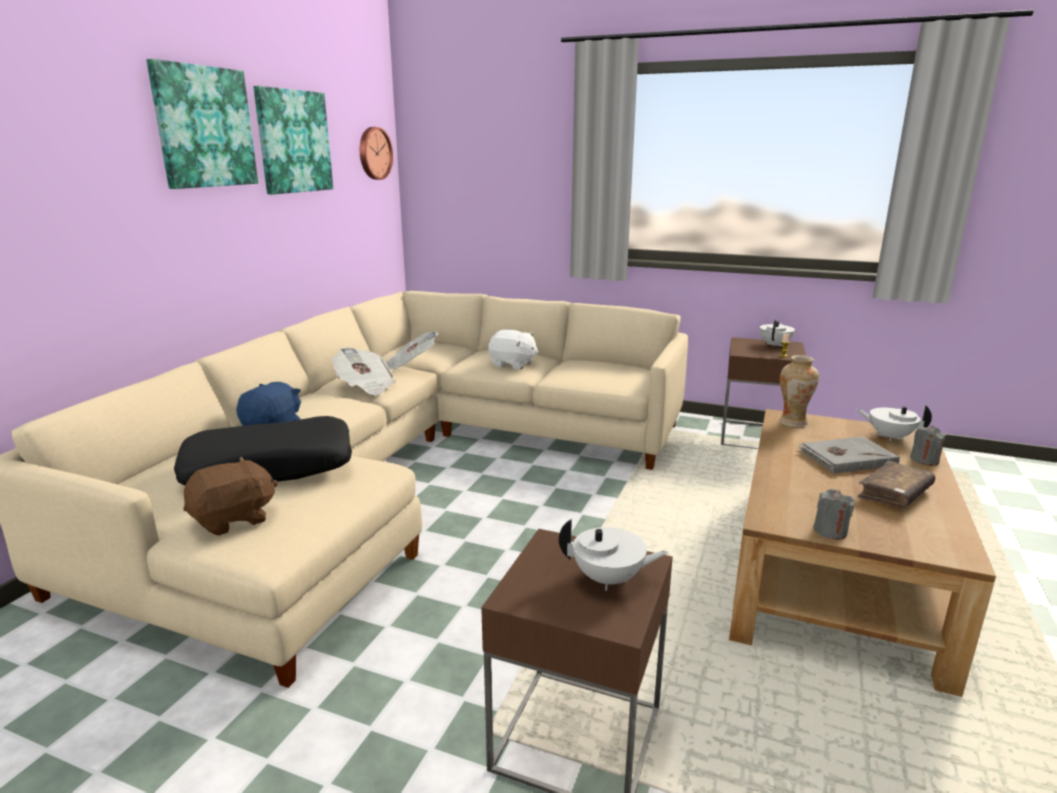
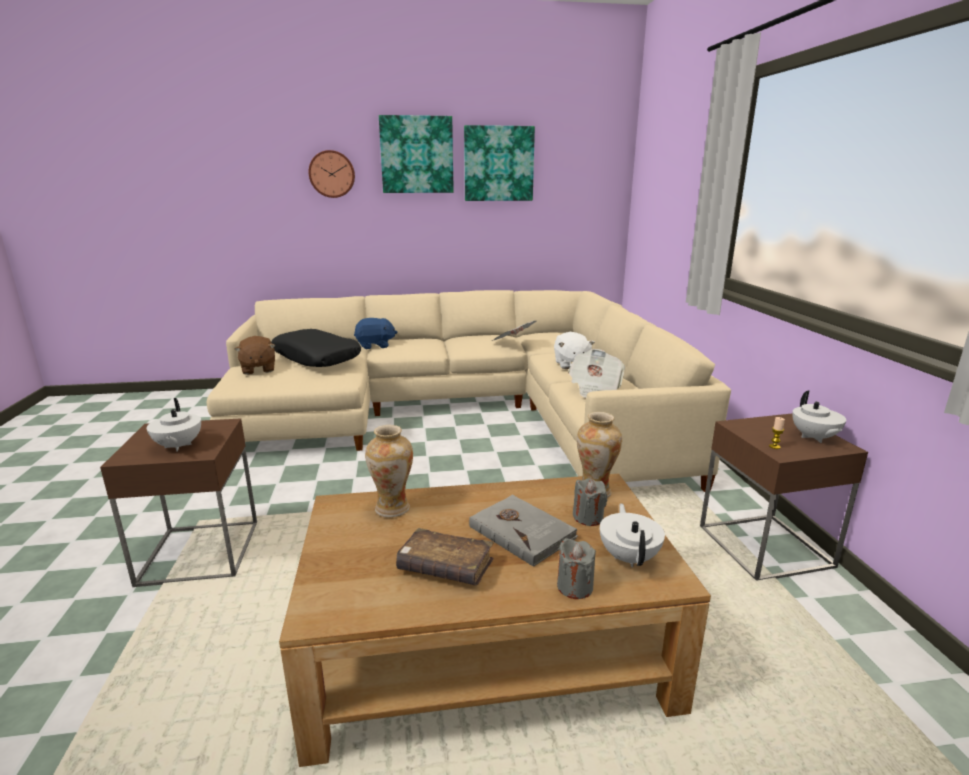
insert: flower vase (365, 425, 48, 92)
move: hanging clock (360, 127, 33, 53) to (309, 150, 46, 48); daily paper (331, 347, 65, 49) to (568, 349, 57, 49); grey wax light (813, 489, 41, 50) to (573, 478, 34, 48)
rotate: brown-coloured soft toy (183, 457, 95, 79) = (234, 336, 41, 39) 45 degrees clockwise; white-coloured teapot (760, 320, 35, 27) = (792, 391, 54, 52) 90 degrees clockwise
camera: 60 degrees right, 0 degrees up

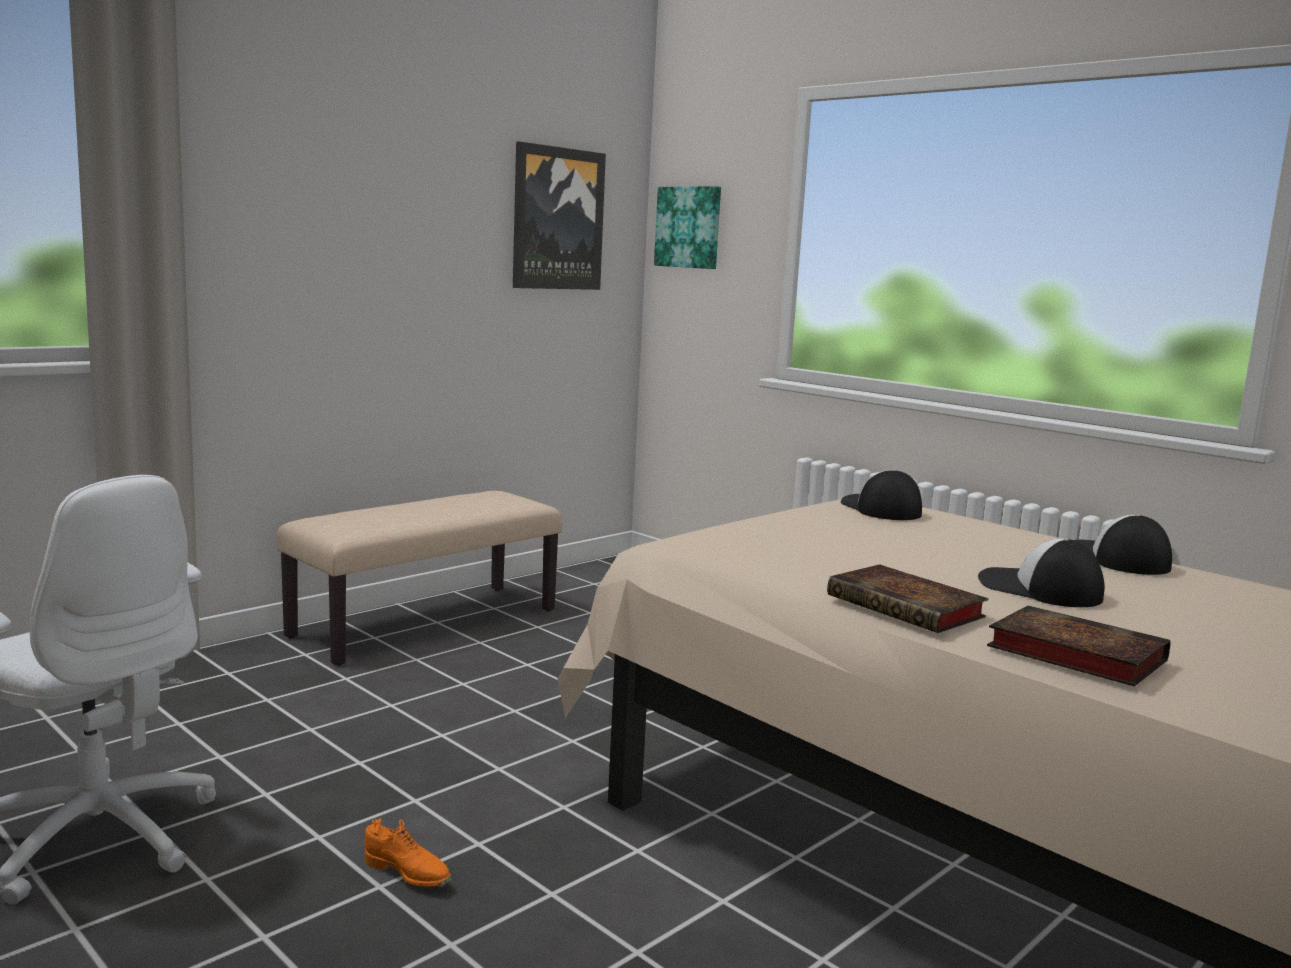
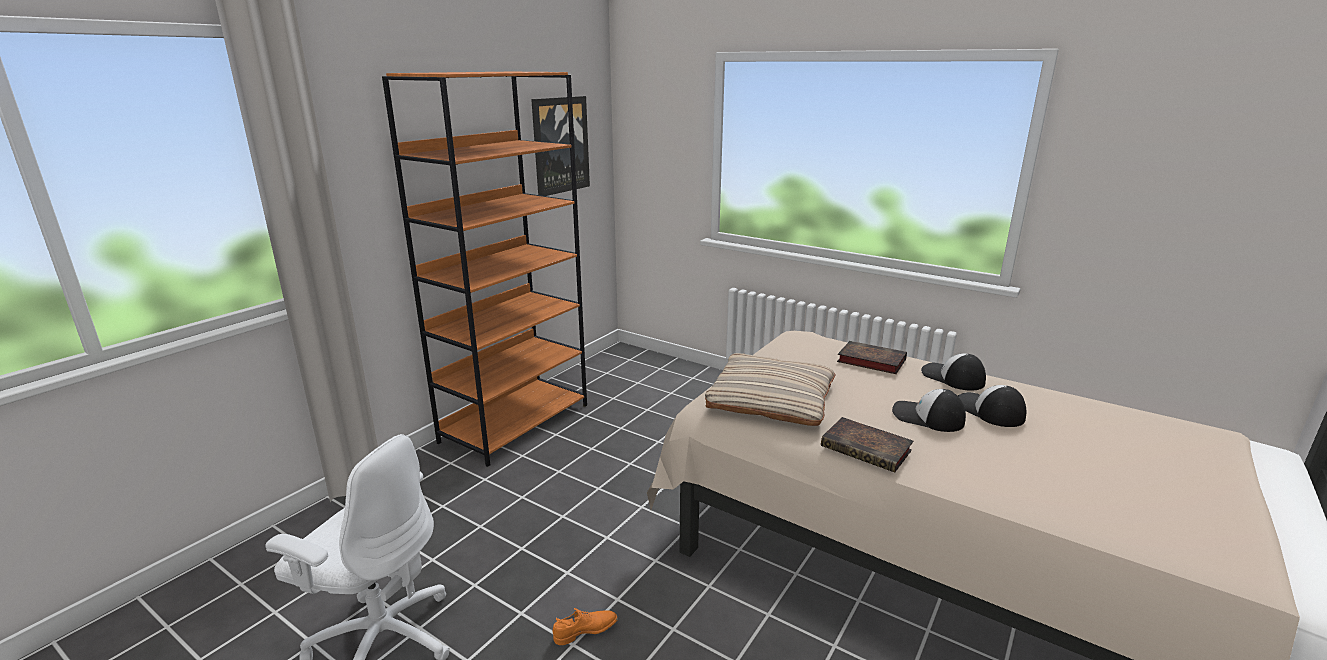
delete: picture (654, 186, 67, 83)
insert: sand-coloured pillow (705, 353, 131, 73)
move: bound book (987, 605, 183, 82) to (837, 341, 70, 33); peaked cap (841, 469, 81, 51) to (958, 385, 68, 42)
replace: sand-coloured bench (277, 491, 285, 175) to orange-coloured bookcase (382, 72, 205, 395)
rotate: orange-coloured item of footwear (365, 818, 87, 69) = (553, 608, 65, 37) 45 degrees counterclockwise
camera: 10 degrees left, 10 degrees up

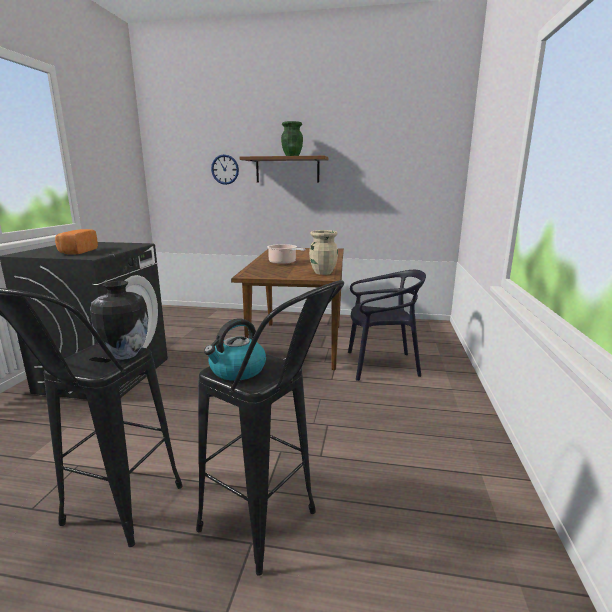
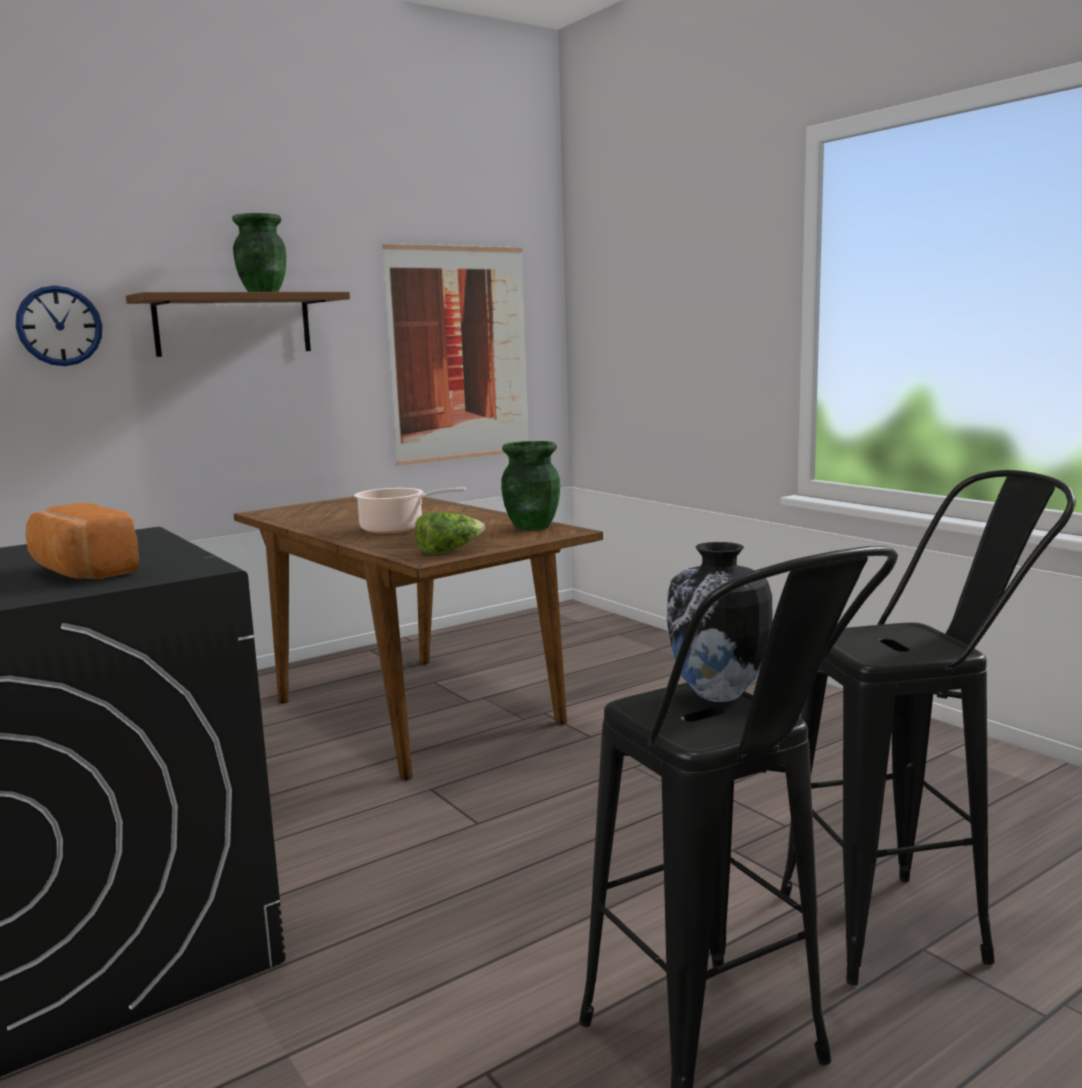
delete: kettle (204, 319, 62, 62); black-coloured plain chair (348, 270, 78, 111)
insert: picture (382, 243, 146, 223); lettuce (415, 512, 70, 43)
recolor: sand-coloured flower vase (309, 230, 29, 45) to green-coloured flower vase (501, 441, 59, 90)
camera: 45 degrees left, 5 degrees down

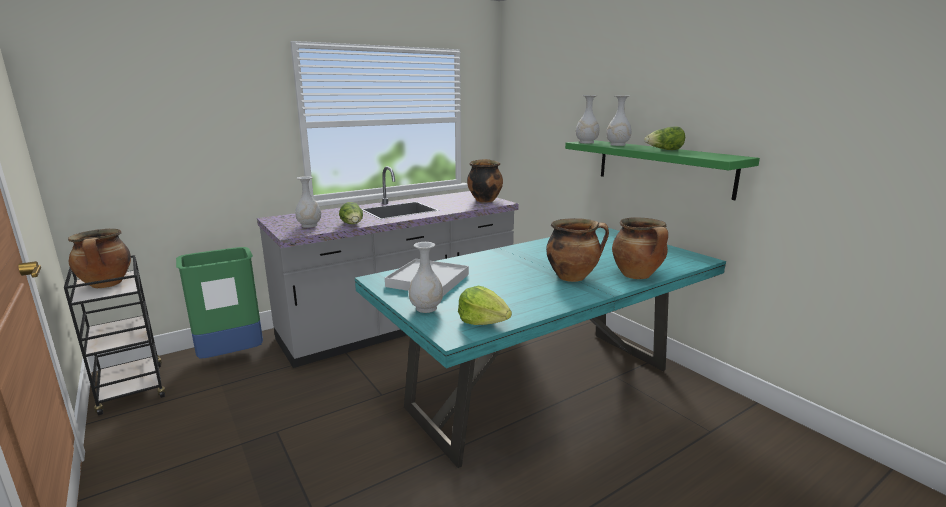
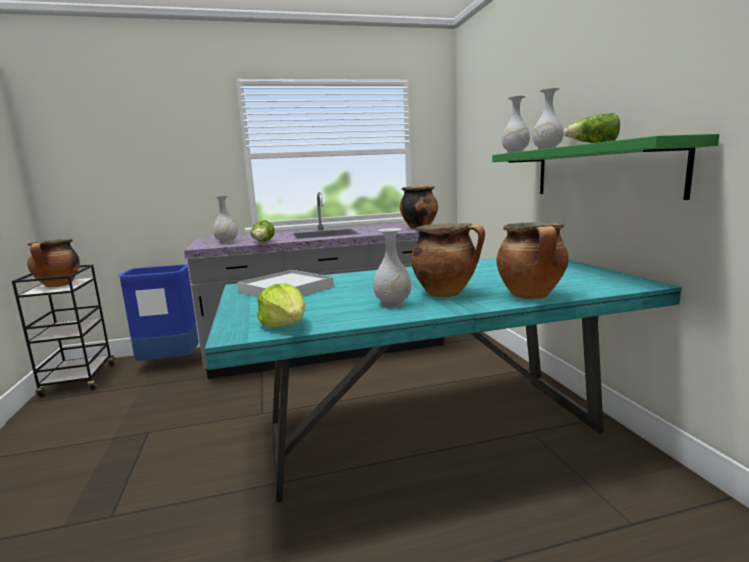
move: white-coloured flower vase (409, 242, 34, 71) to (373, 228, 38, 79)
recolor: green-coloured trash can (176, 247, 87, 112) to blue trash can (117, 265, 82, 96)
camera: 20 degrees right, 5 degrees down

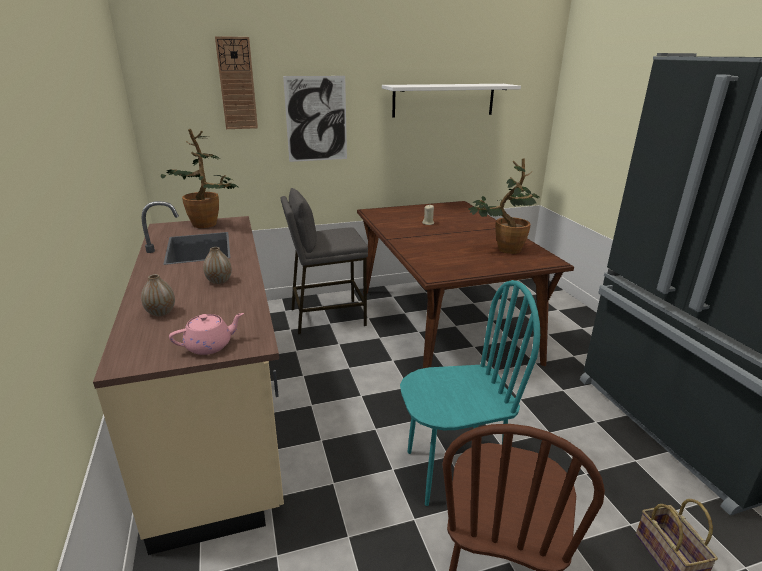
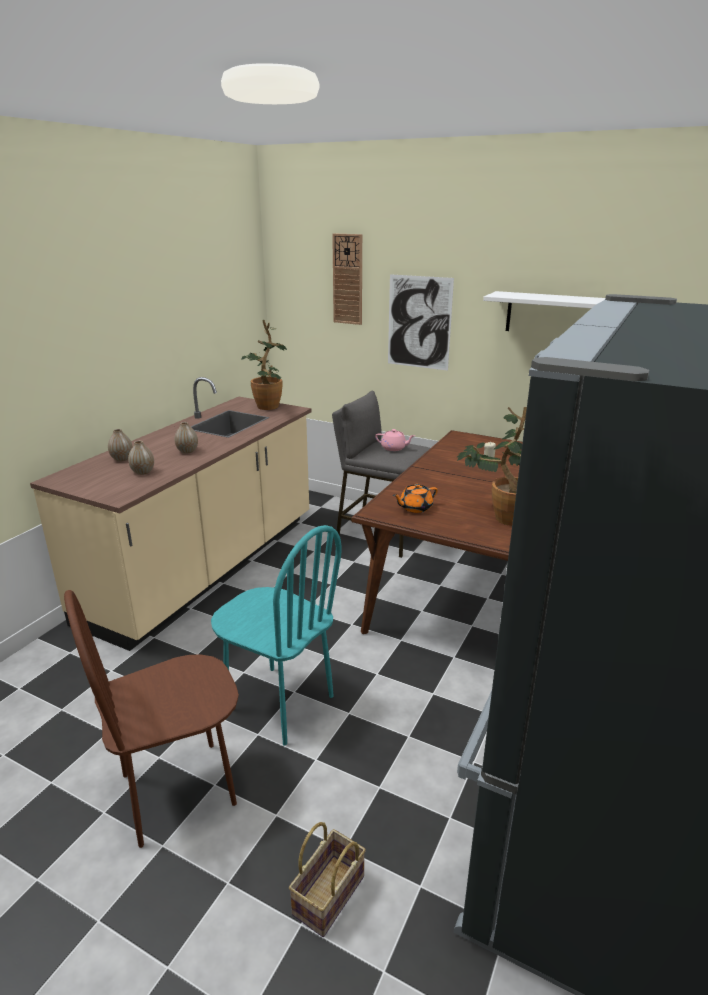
insert: flower vase (128, 441, 26, 34); orange-coloured teapot (393, 484, 45, 29)
move: pink-coloured teapot (169, 313, 75, 42) to (375, 429, 40, 22)
camera: 45 degrees right, 0 degrees up

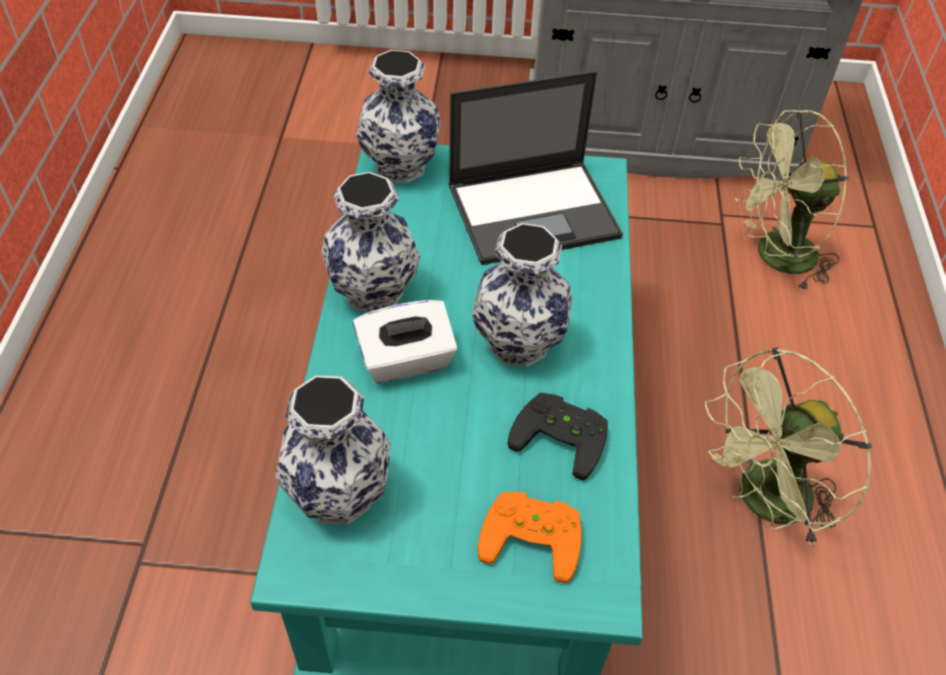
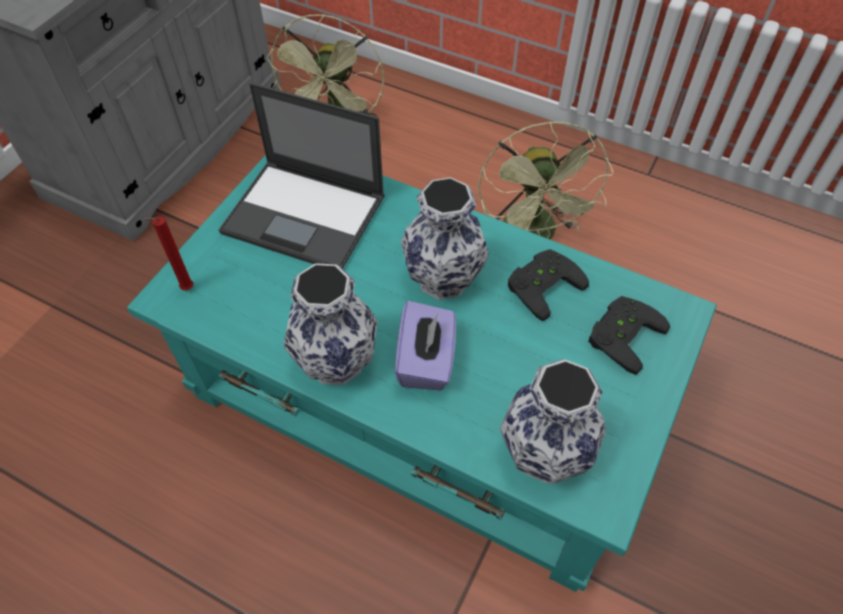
replace: flower vase (356, 50, 85, 133) to reddish wax light (143, 216, 51, 74)
recolor: white-coloured tissue holder (353, 300, 104, 83) to purple tissue holder (395, 301, 61, 90); orange-coloured gamepad (478, 492, 104, 91) to black-coloured gamepad (588, 296, 82, 79)
rotate: notebook computer (448, 71, 175, 194) = (219, 83, 166, 186) 105 degrees clockwise
camera: 65 degrees left, 5 degrees up

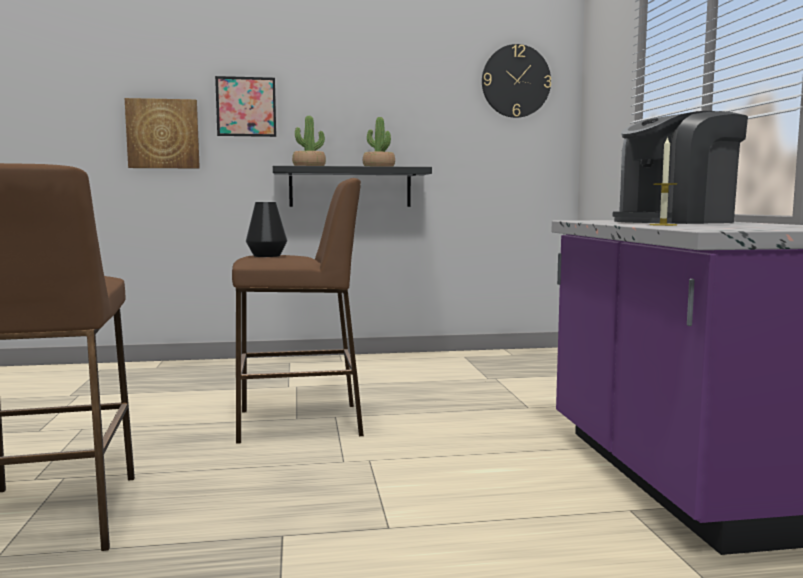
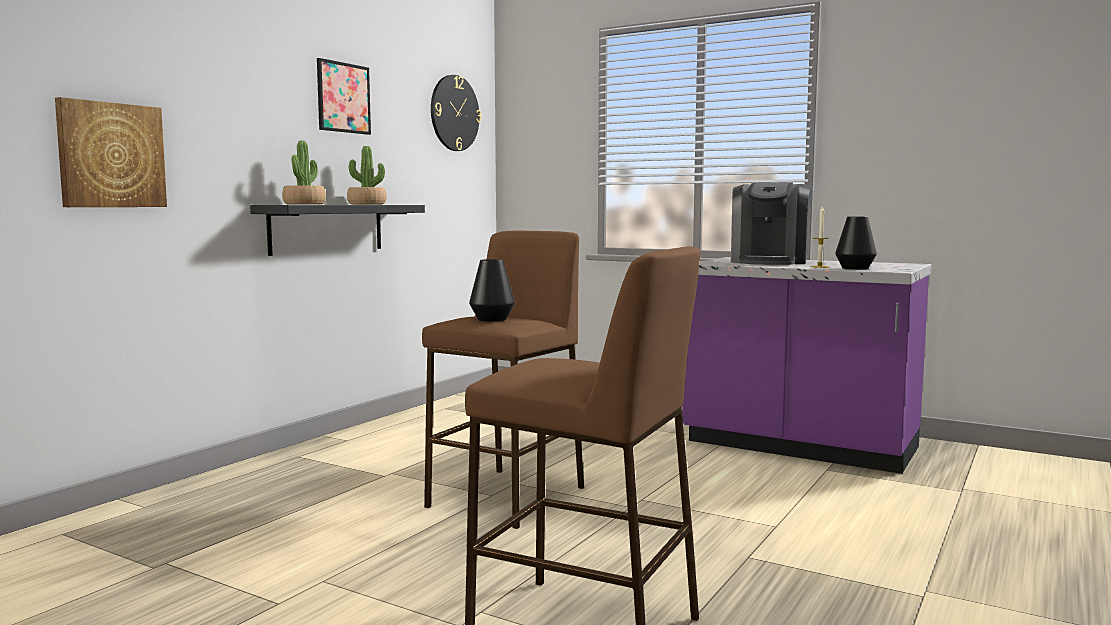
insert: black-coloured flower vase (835, 216, 42, 53)
move: picture (215, 76, 61, 61) to (317, 58, 54, 77)
camera: 50 degrees left, 0 degrees up

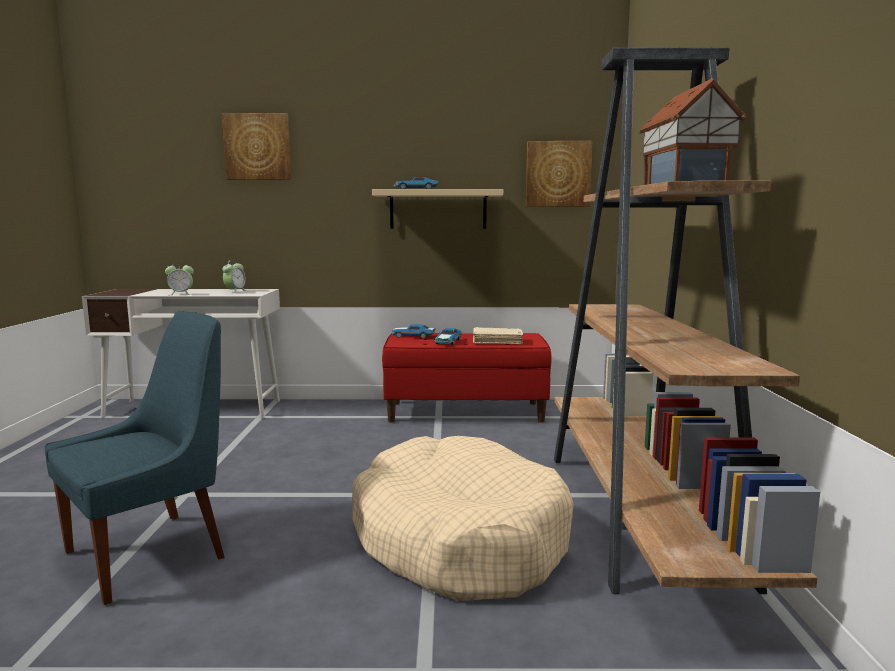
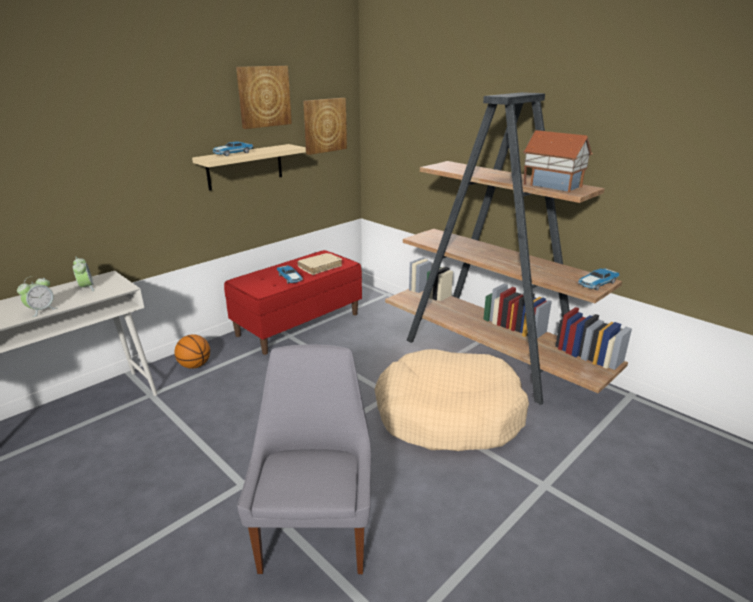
insert: basketball ball (174, 334, 36, 35)
move: picture (222, 113, 69, 67) to (236, 66, 56, 63); toy car (391, 324, 45, 15) to (578, 268, 42, 22)
recolor: blue plain chair (45, 311, 180, 294) to grey plain chair (237, 344, 134, 230)
camera: 45 degrees left, 15 degrees up

